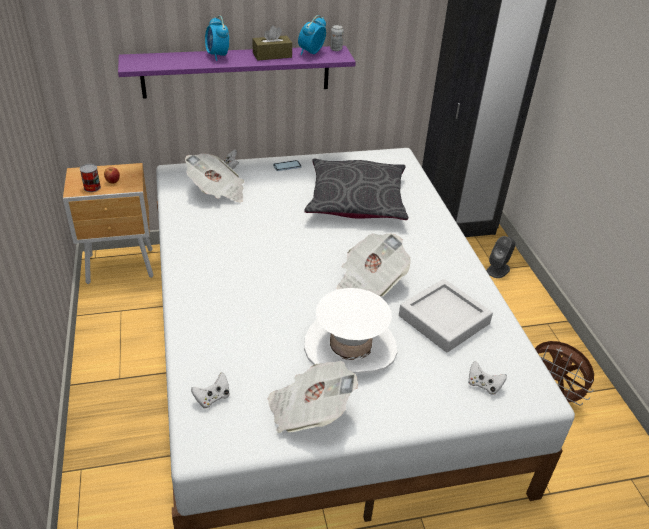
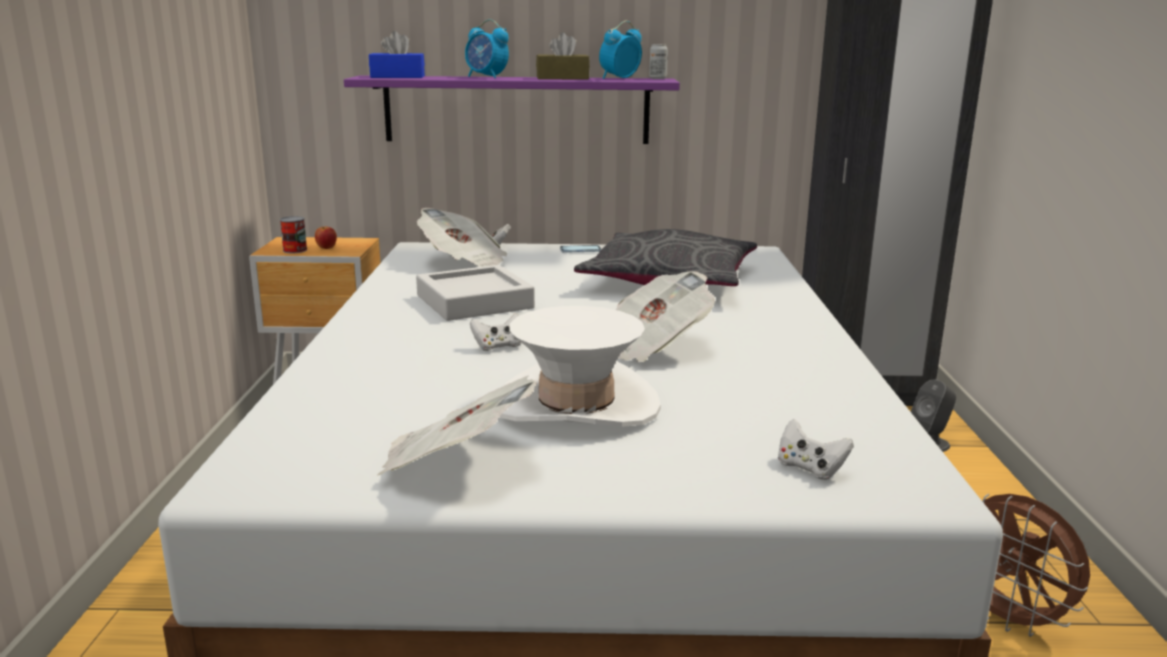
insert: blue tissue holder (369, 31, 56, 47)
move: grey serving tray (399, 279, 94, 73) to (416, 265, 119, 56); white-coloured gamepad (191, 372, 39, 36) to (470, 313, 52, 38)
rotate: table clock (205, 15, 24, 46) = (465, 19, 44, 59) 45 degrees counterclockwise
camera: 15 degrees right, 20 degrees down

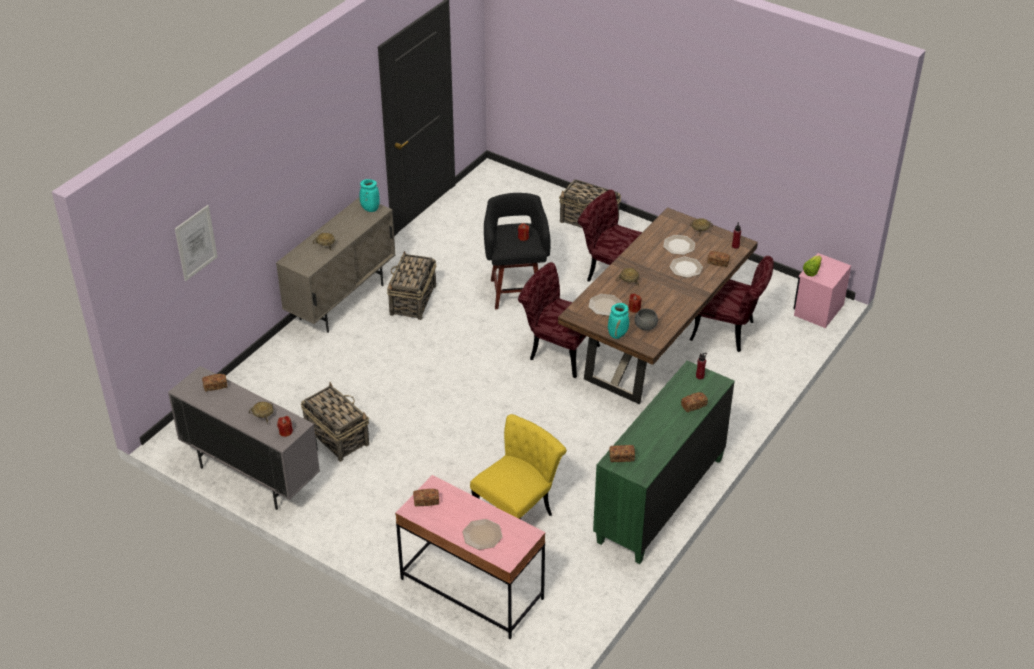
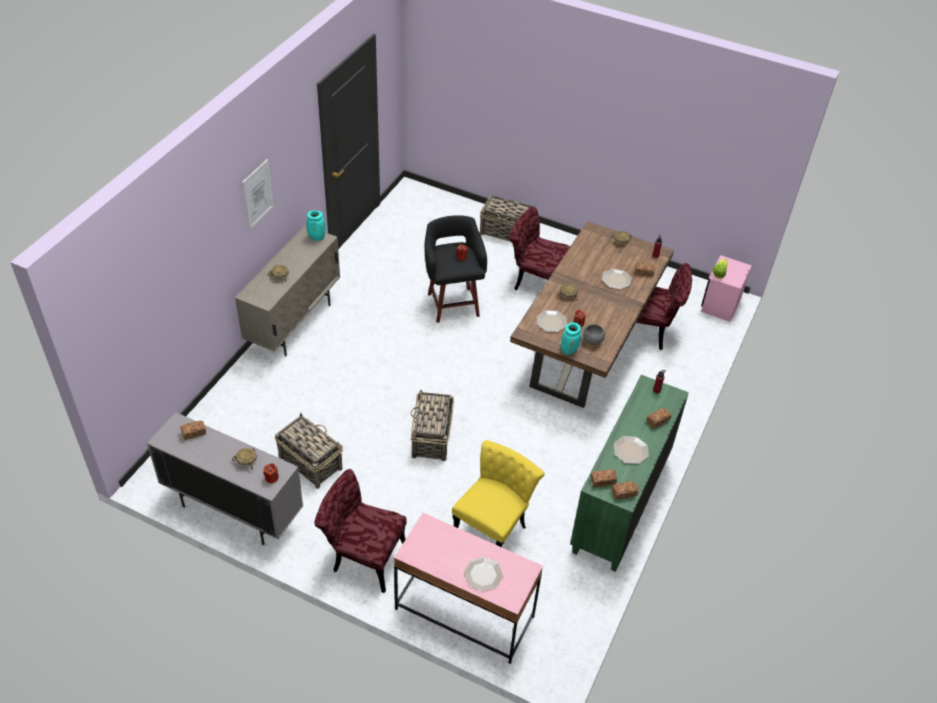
move: picture (175, 205, 43, 76) to (242, 159, 32, 71); reddish plain chair (518, 262, 82, 116) to (314, 469, 93, 124); storage basket (387, 251, 49, 69) to (411, 390, 43, 71); bread (413, 489, 26, 18) to (612, 481, 27, 19); flat dish (663, 235, 32, 20) to (614, 436, 35, 28)
camera: 10 degrees left, 5 degrees up

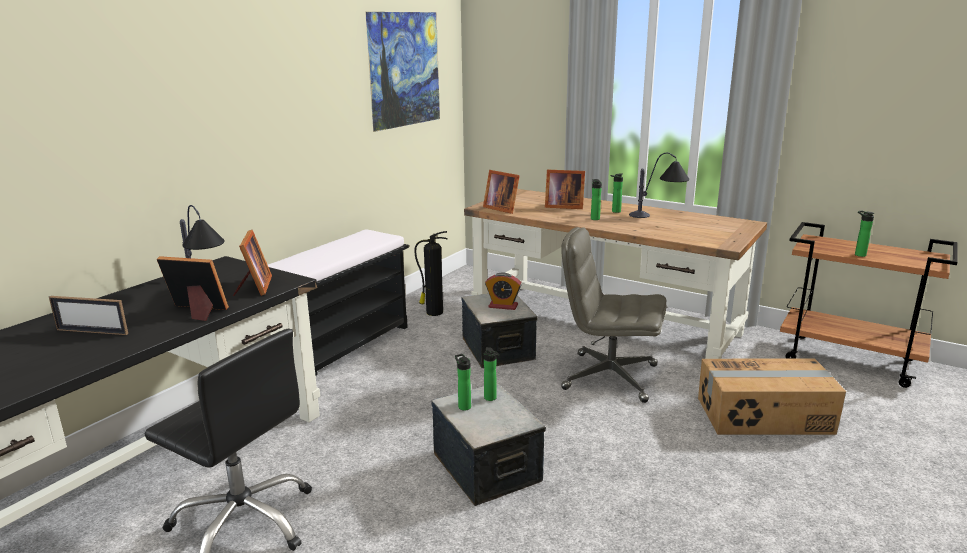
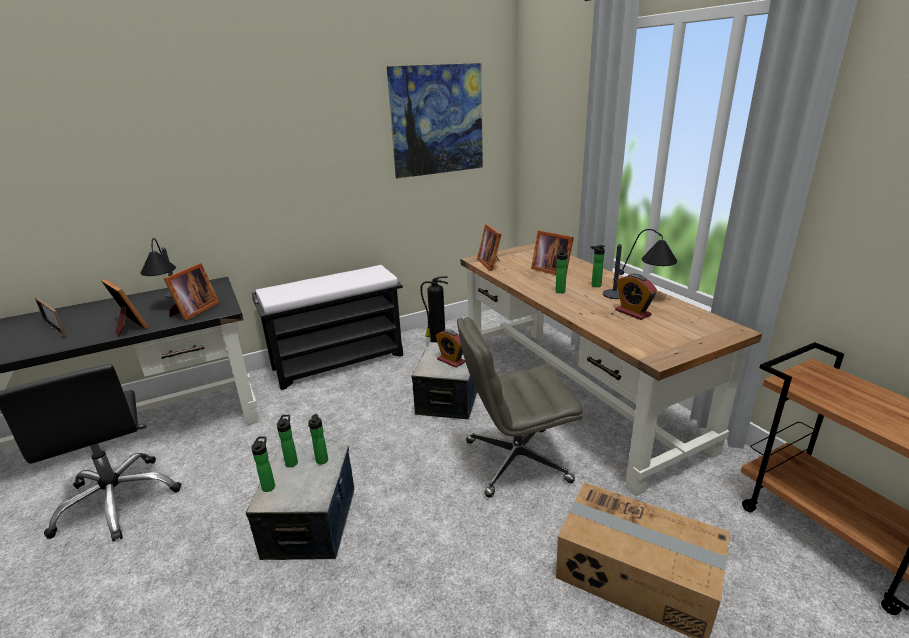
insert: table clock (615, 274, 42, 46)
move: bottle (855, 210, 19, 47) to (251, 436, 24, 56)
rotate: grey office chair (561, 227, 105, 176) = (457, 317, 126, 181) 60 degrees counterclockwise
camera: 30 degrees right, 5 degrees up

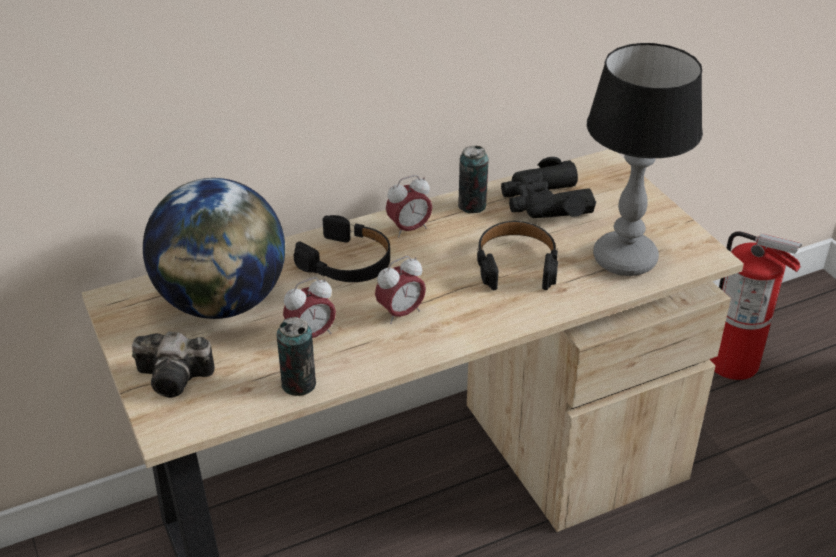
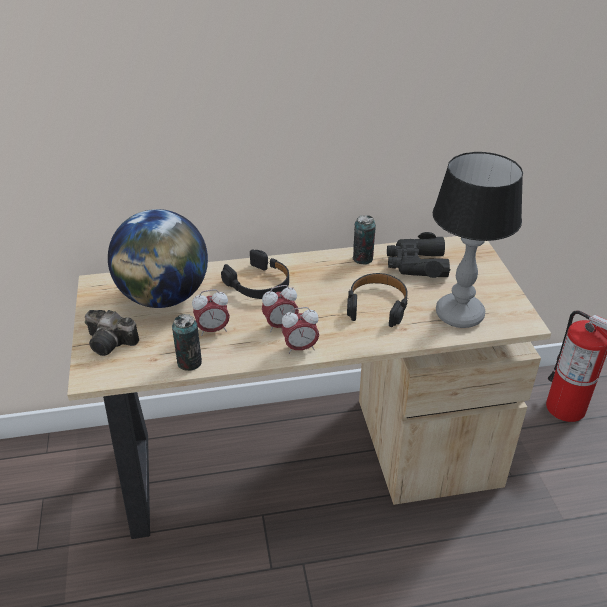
move: table clock (386, 175, 47, 63) to (282, 307, 37, 47)
camera: 15 degrees right, 0 degrees up

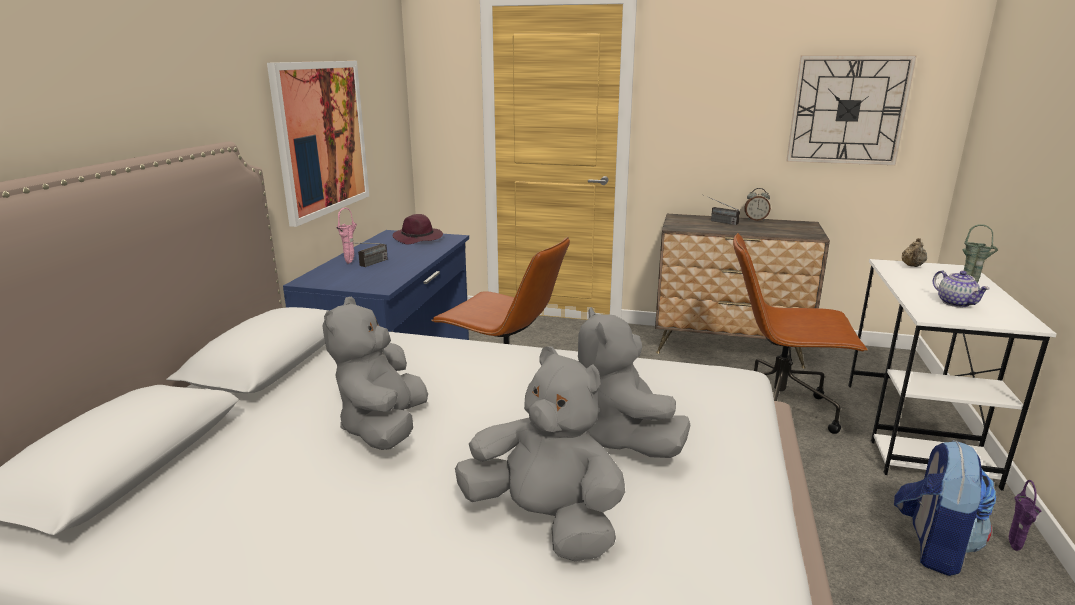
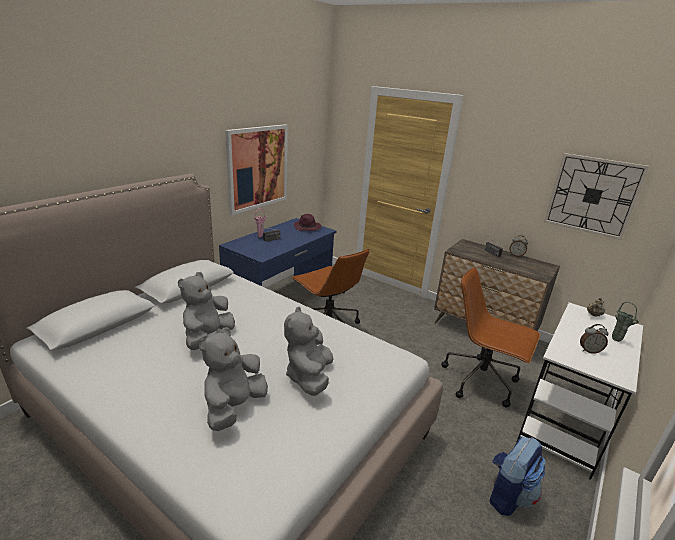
delete: purple flower vase (1009, 480, 32, 71)
replace: teapot (933, 270, 57, 37) to table clock (580, 324, 28, 30)
rotate: grey soft toy (455, 346, 170, 215) = (199, 327, 69, 104) 120 degrees counterclockwise
camera: 20 degrees right, 5 degrees up

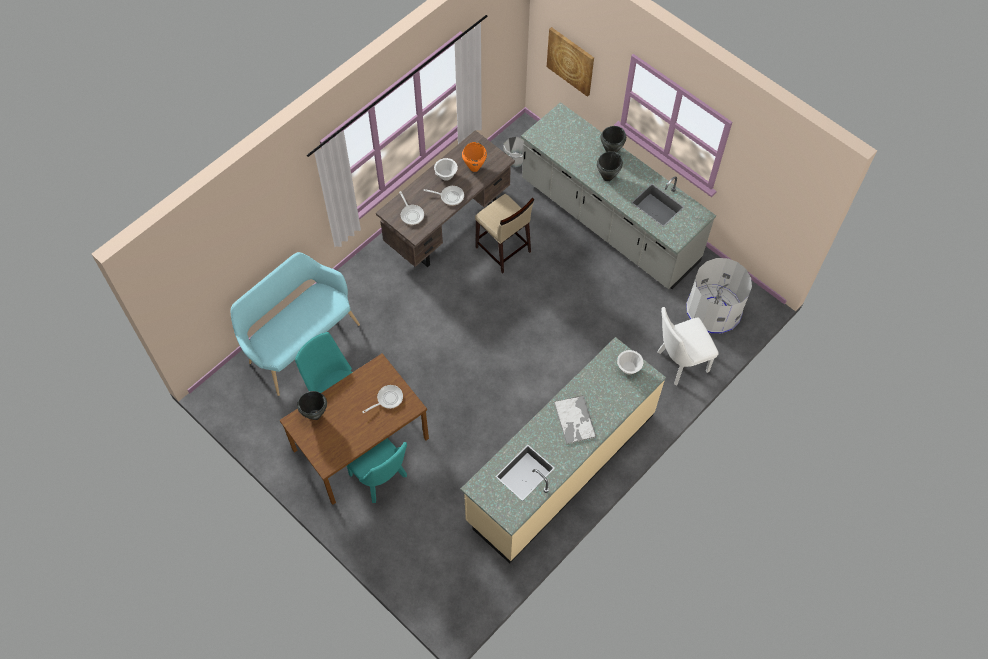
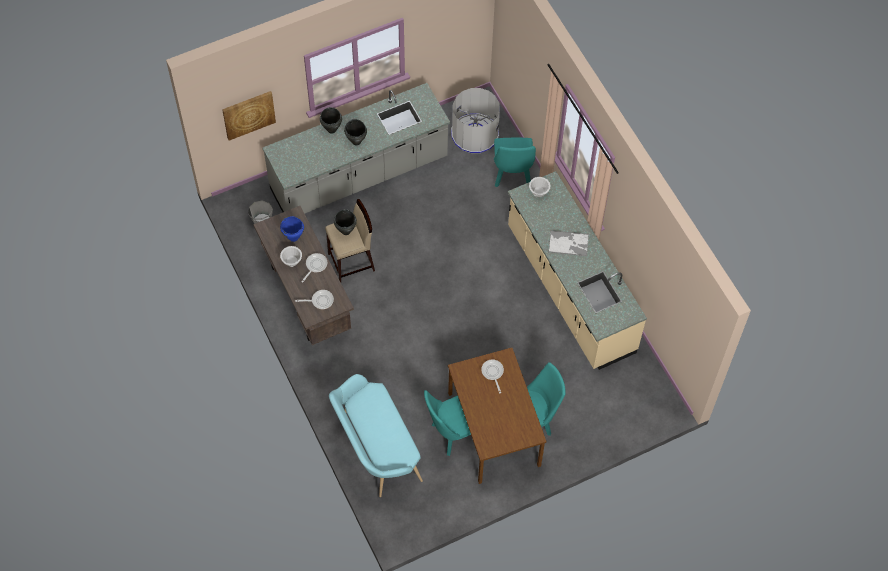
move: black-coloured saucepot (297, 391, 30, 29) to (334, 209, 23, 26)
recolor: orange-coloured saucepot (462, 142, 25, 30) to blue saucepot (280, 216, 24, 26); white-coloured plain chair (657, 307, 62, 78) to blue-green plain chair (494, 138, 42, 49)
camera: 70 degrees left, 0 degrees up

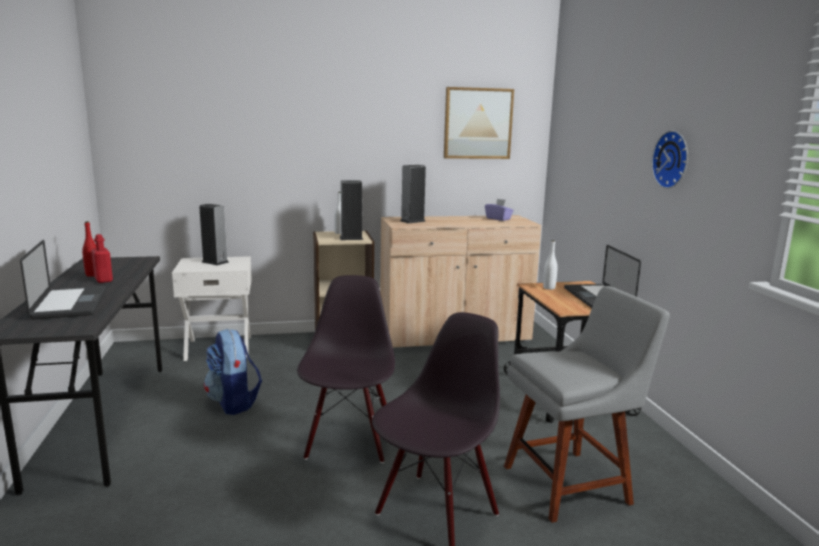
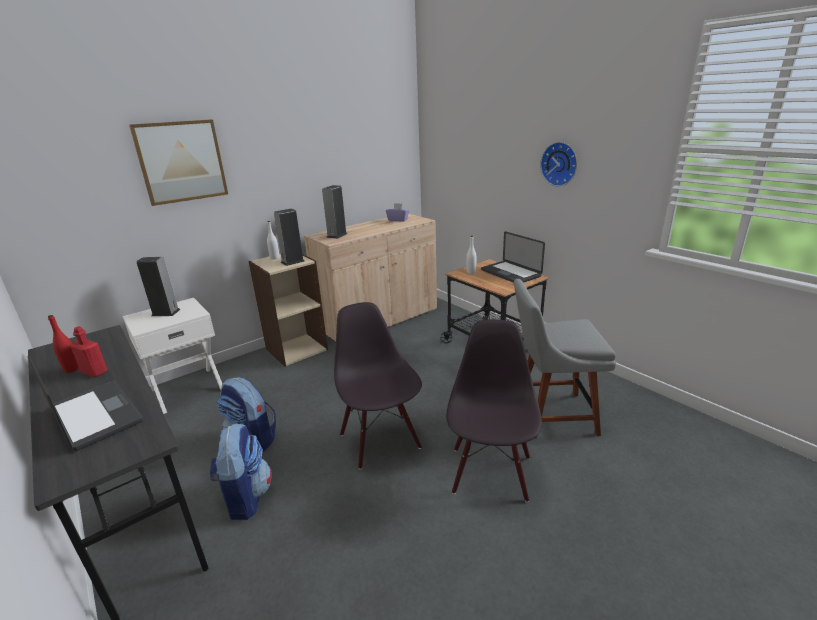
insert: rucksack (210, 424, 62, 96)
move: picture (444, 87, 70, 72) to (129, 119, 99, 87)
rotate: grey plain chair (504, 286, 166, 237) = (514, 279, 102, 159) 135 degrees counterclockwise
camera: 25 degrees left, 10 degrees up

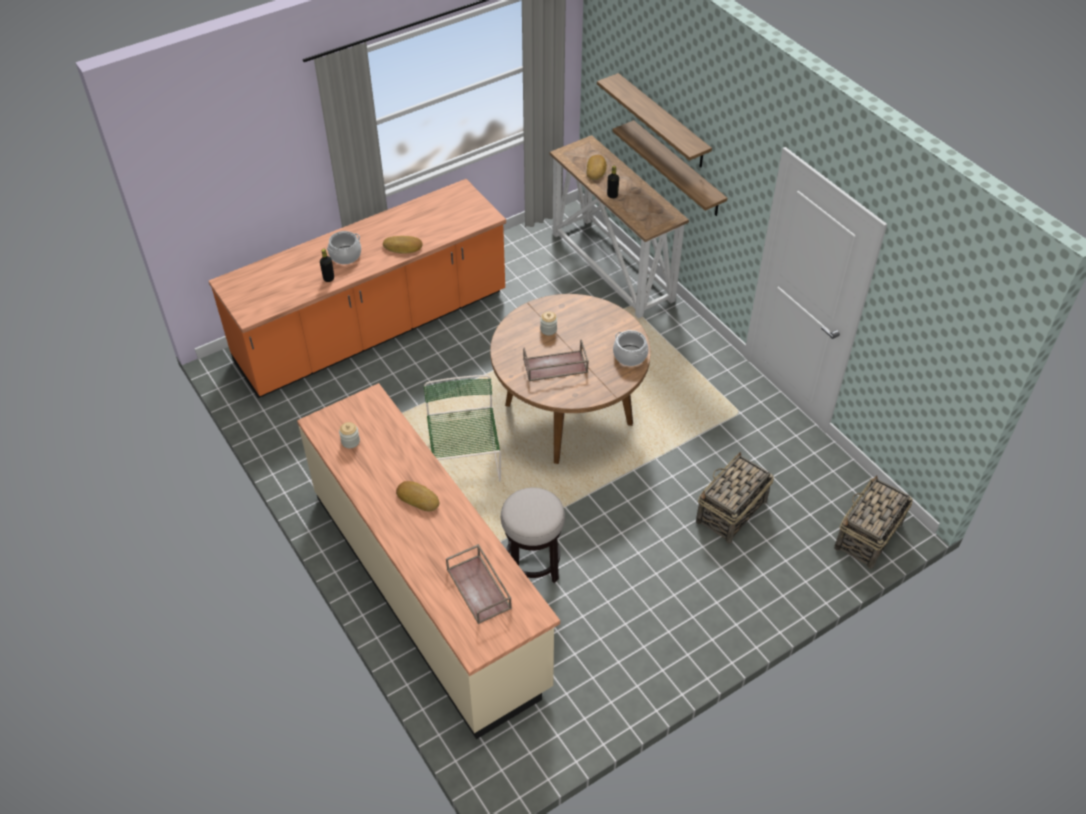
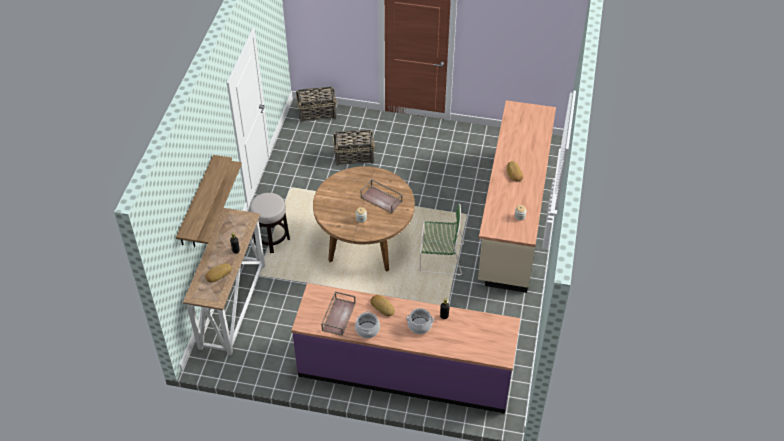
move: sitting stool (501, 488, 64, 95) to (249, 193, 41, 60); brown-coloured serving tray (446, 544, 66, 80) to (321, 291, 35, 45); saucepot (613, 330, 35, 36) to (355, 311, 25, 27)
recolor: orange-coloured kitchen base unit (209, 179, 297, 219) to purple kitchen base unit (291, 283, 229, 131)
rotate: green-coloured plain chair (424, 375, 77, 106) = (420, 204, 44, 71) 120 degrees counterclockwise
camera: 135 degrees left, 0 degrees up

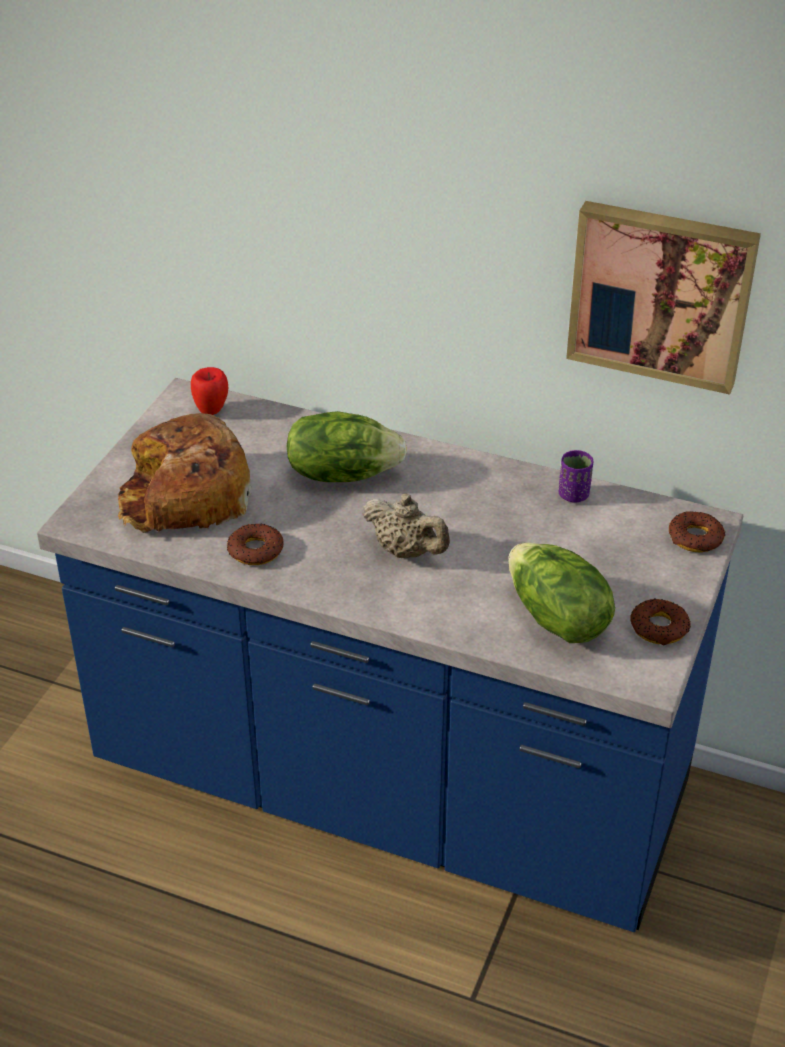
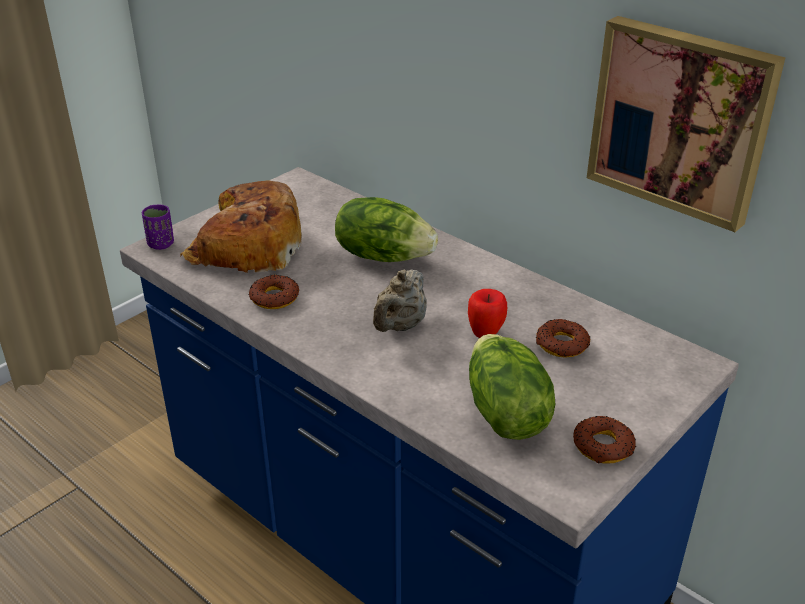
move: purple drinking cup (558, 450, 36, 53) to (142, 204, 32, 46); apple fruit (191, 367, 37, 48) to (468, 289, 39, 49); ring doughnut (669, 511, 56, 41) to (536, 319, 54, 38)
rotate: sand-coloured teapot (362, 494, 88, 64) = (373, 269, 54, 63) 60 degrees clockwise
camera: 20 degrees right, 5 degrees down

